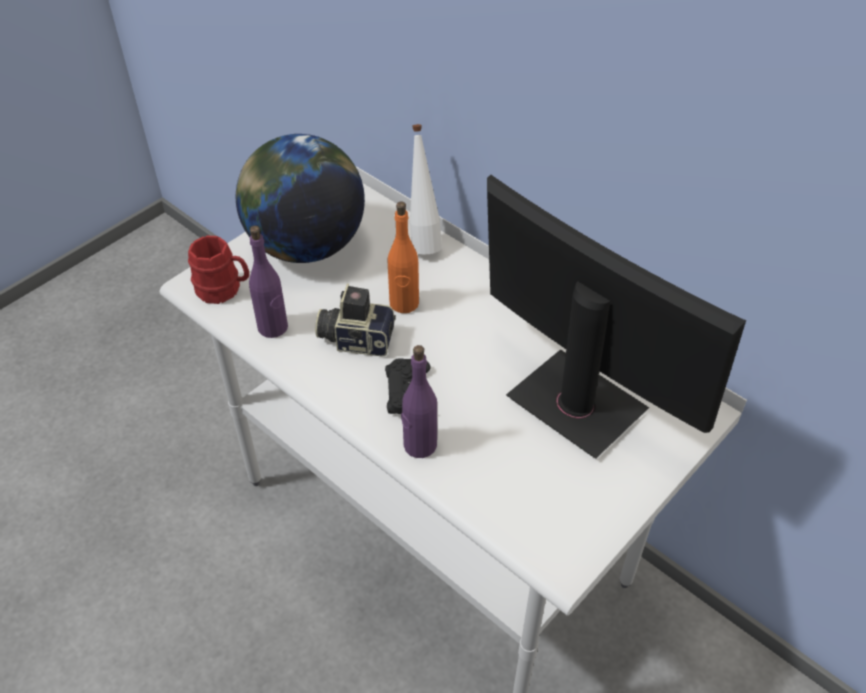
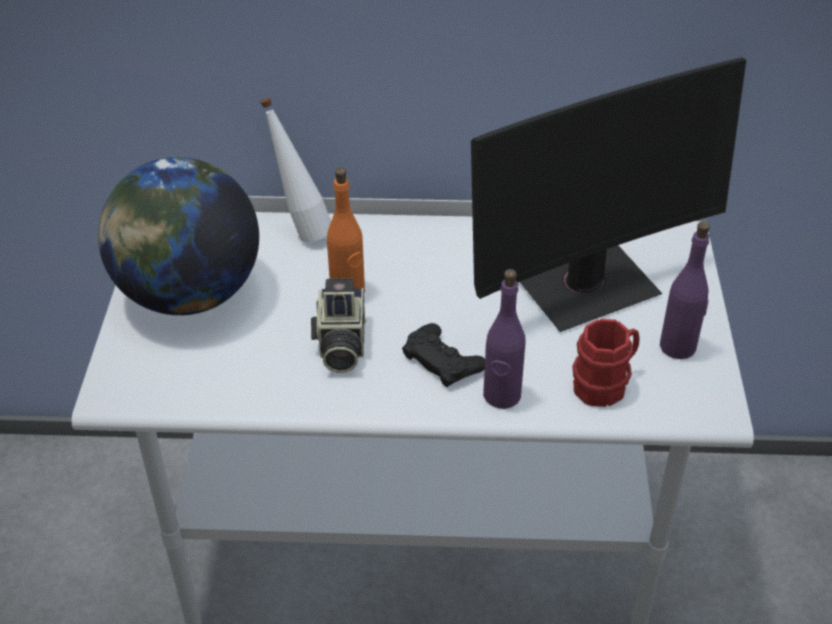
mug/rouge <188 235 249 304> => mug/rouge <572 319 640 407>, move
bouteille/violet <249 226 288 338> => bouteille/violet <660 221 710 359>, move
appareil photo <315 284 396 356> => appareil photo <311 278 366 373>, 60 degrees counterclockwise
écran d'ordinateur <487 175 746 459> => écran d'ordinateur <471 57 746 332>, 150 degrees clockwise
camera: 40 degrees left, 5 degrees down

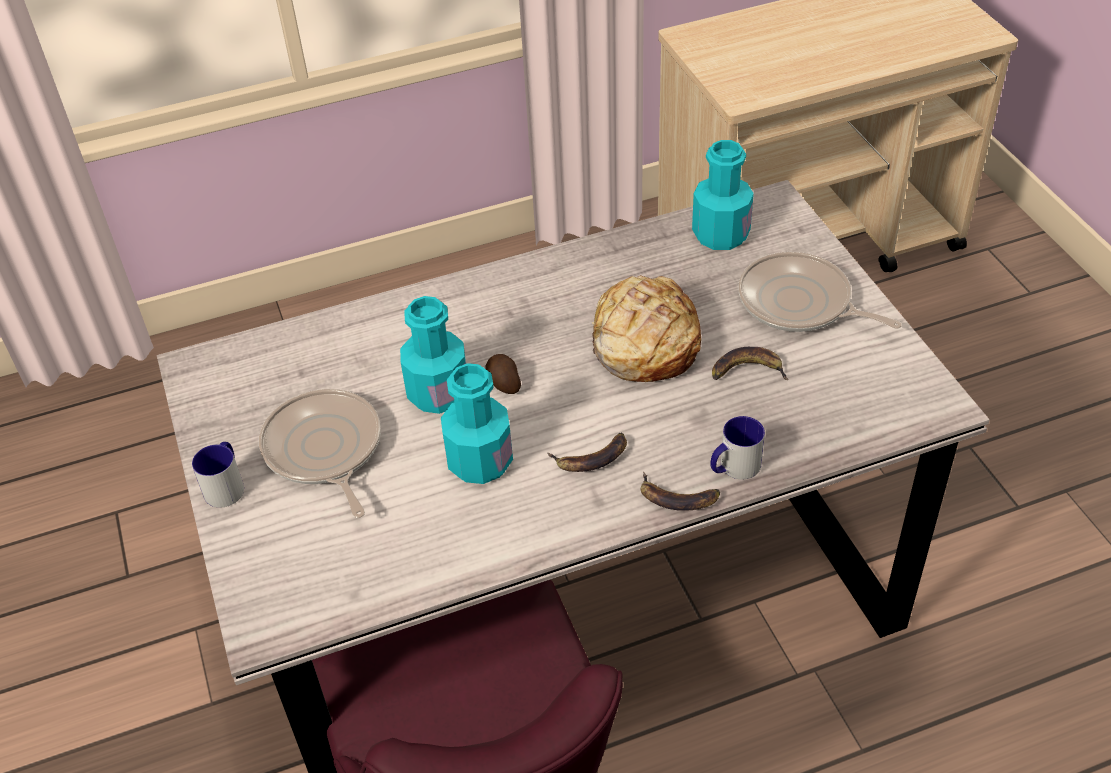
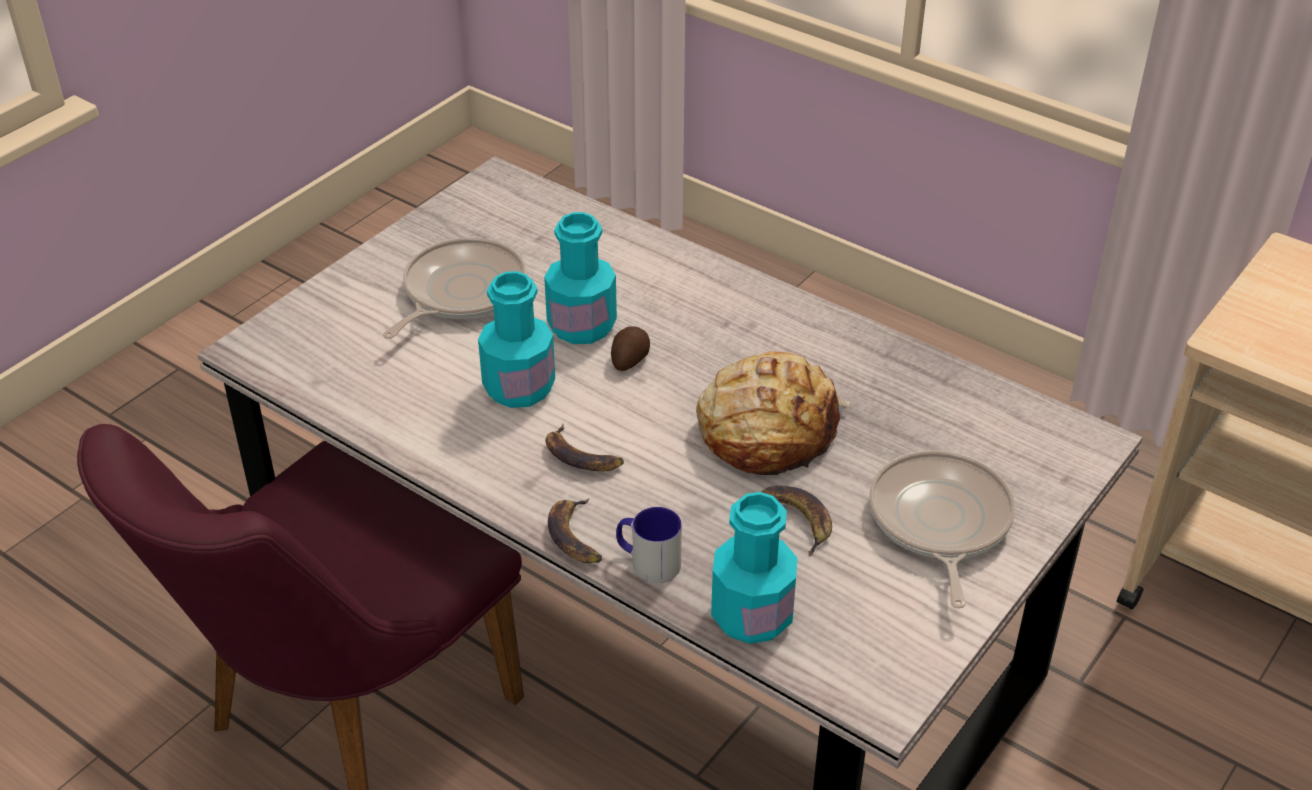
mug <192 442 244 508> => nothing
bouteille/turquoise <692 140 754 250> => bouteille/turquoise <711 492 798 644>, move
camera: 55 degrees right, 5 degrees down

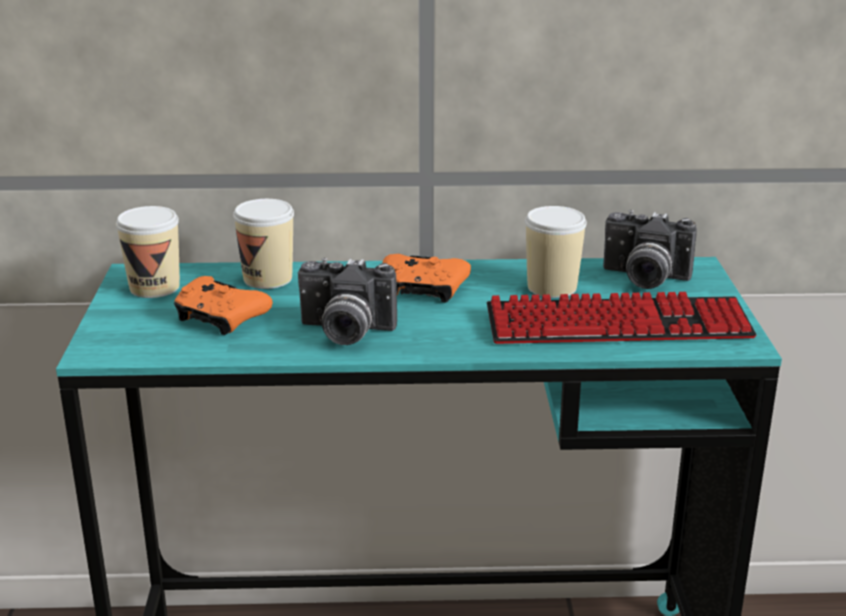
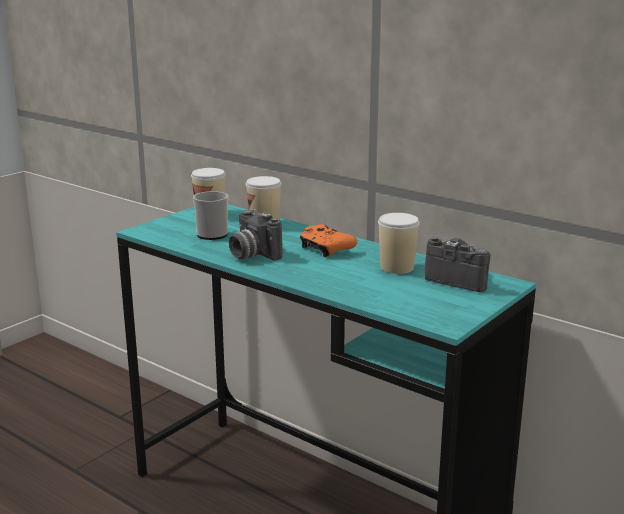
clavier <487 292 757 344> => nothing
manette/orange <174 276 273 335> => mug <193 191 228 240>
appareil photo <603 210 697 289> => appareil photo <425 237 491 292>, 150 degrees clockwise
camera: 40 degrees right, 5 degrees down

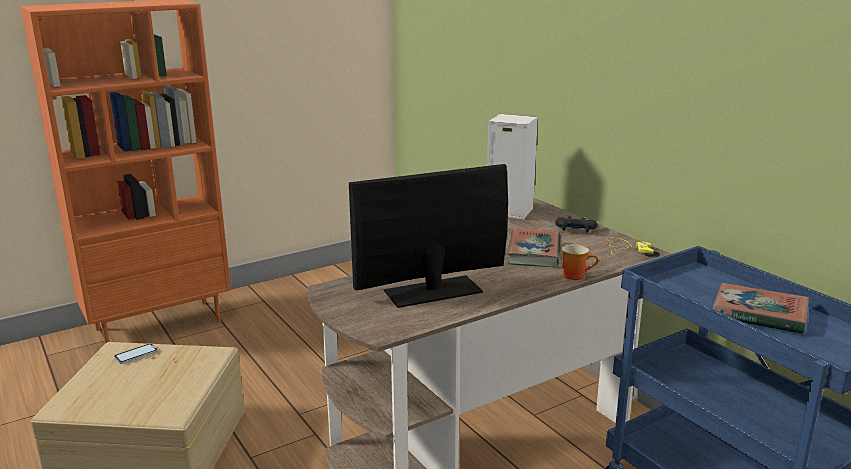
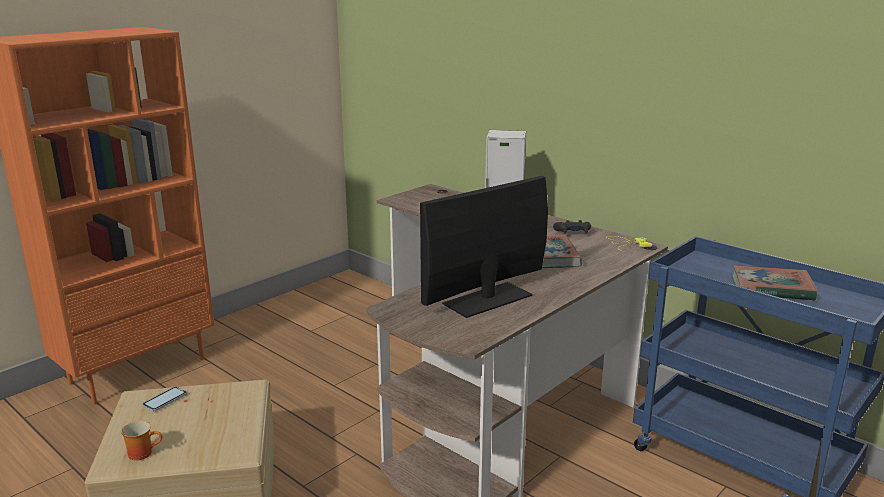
mug <562 244 599 280> => mug <121 420 162 460>, move
camera: 15 degrees left, 0 degrees up

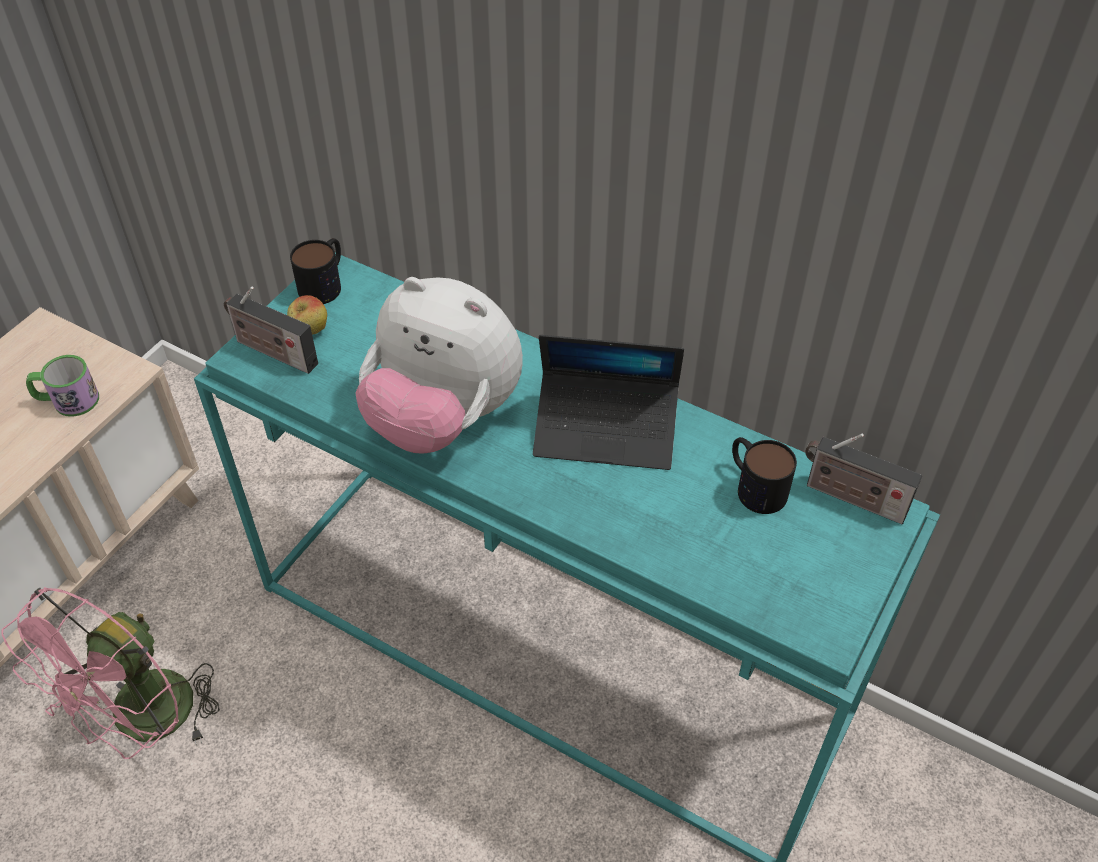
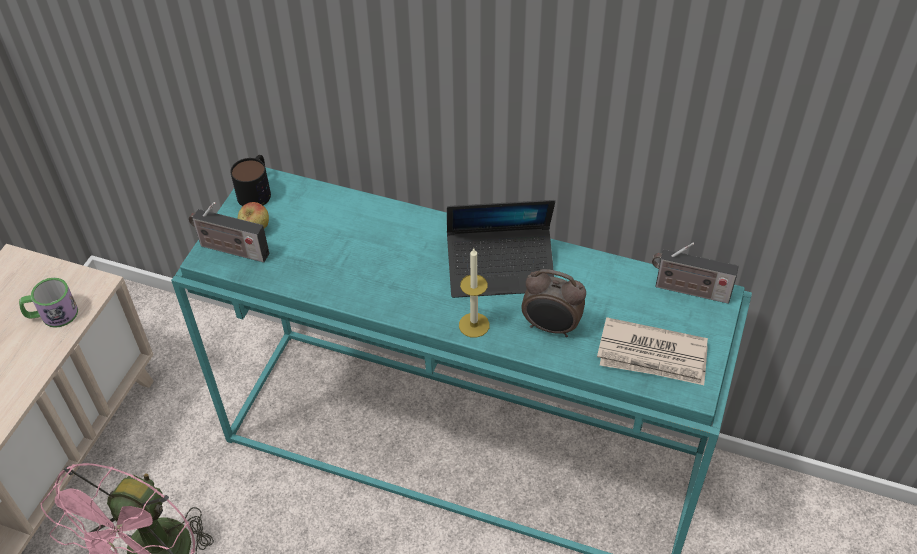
peluche <355 277 523 454> => nothing
mug <732 437 797 514> => nothing
nothing => bougie <459 248 490 338>
nothing => réveil <521 269 586 337>
nothing => journal <597 317 708 385>
camera: 10 degrees left, 0 degrees up

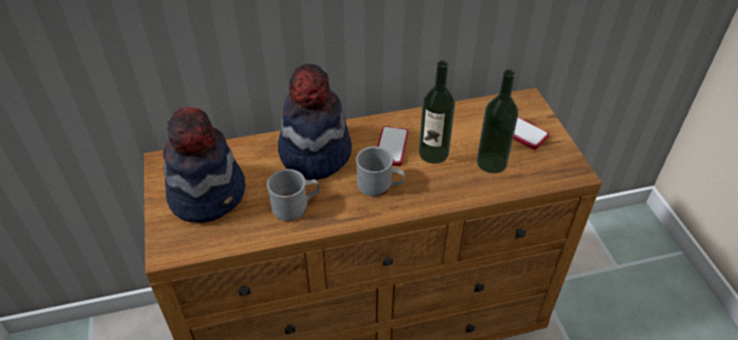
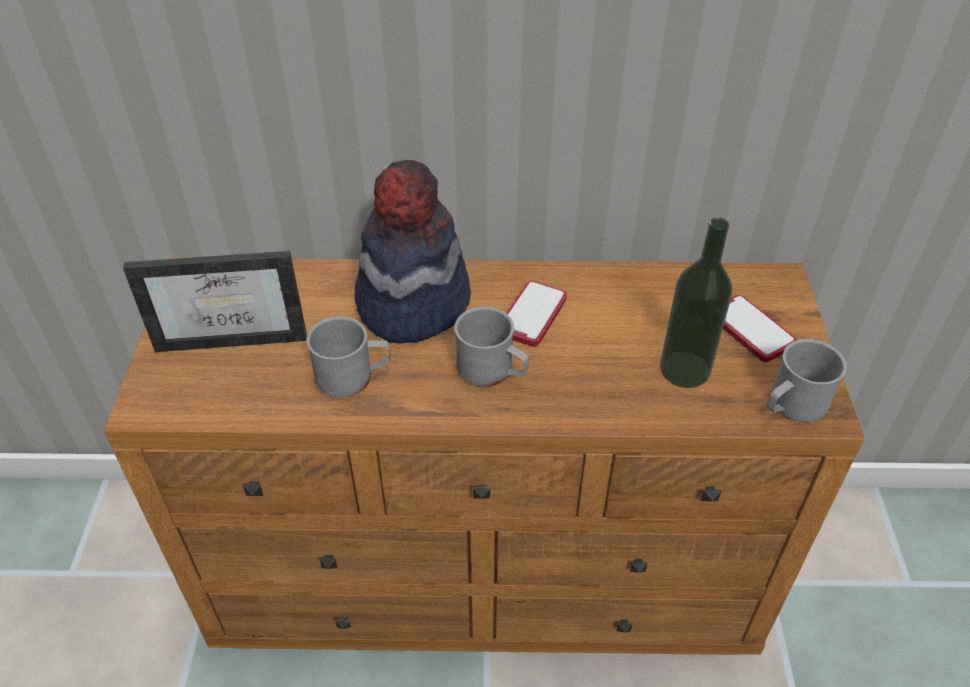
bouteille <419 61 455 164> => nothing
nothing => mug/gris <767 339 847 422>
chapeau <163 107 245 223> => cadre photo <123 251 307 352>
camera: 15 degrees right, 0 degrees up

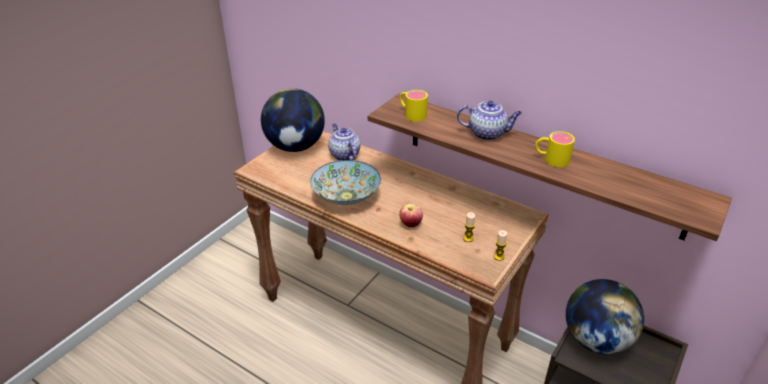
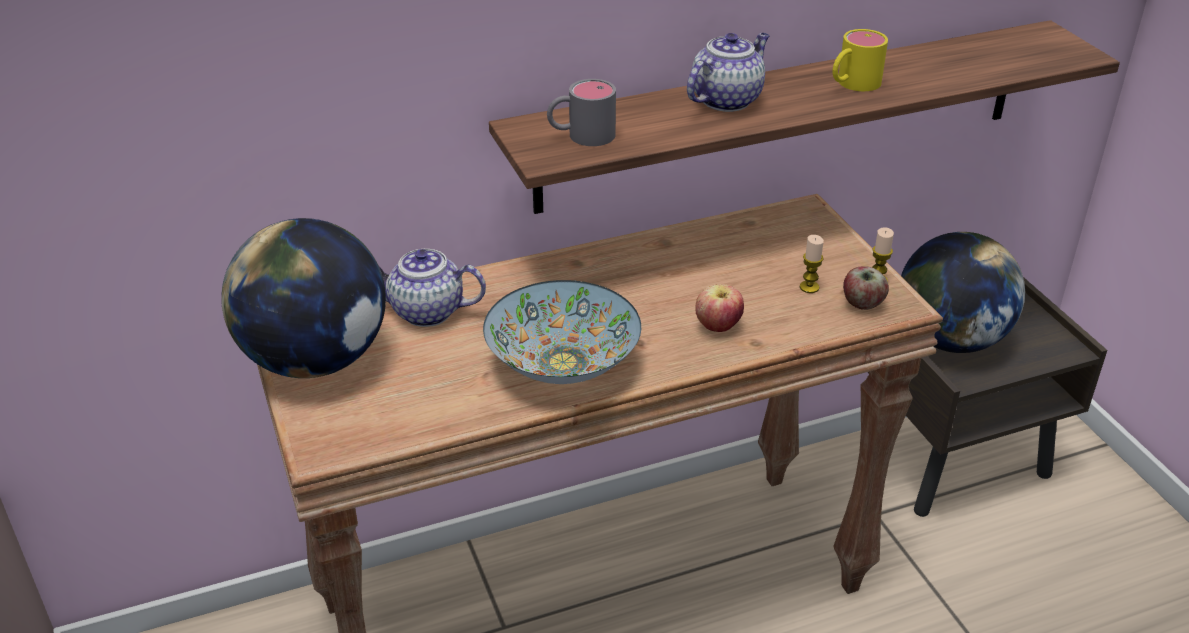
nothing => pomme <843 266 889 310>
mug/jaune <400 90 428 122> => mug/gris <547 79 616 146>
camera: 55 degrees left, 0 degrees up

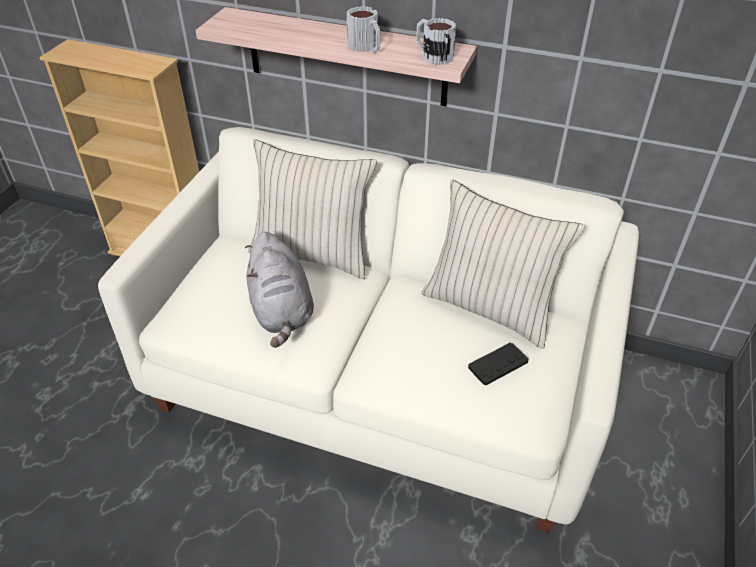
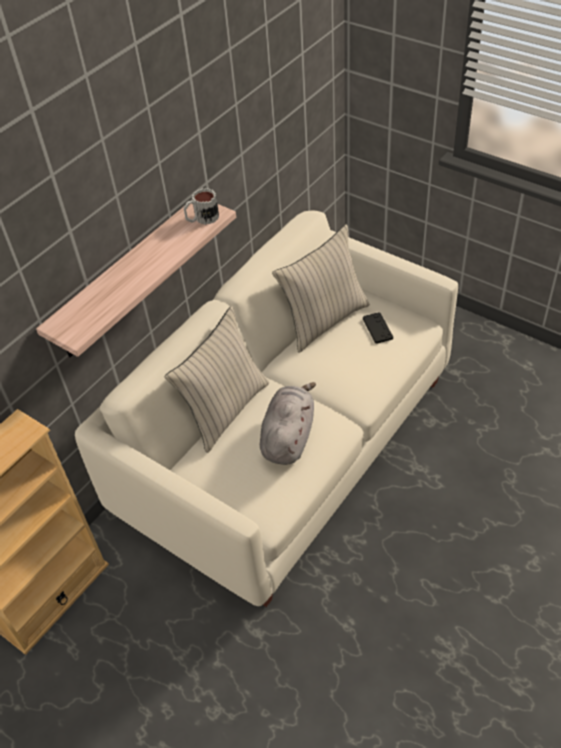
mug <347 6 380 52> => nothing
peluche/gris <245 232 314 348> => peluche/gris <260 382 316 465>, 75 degrees counterclockwise
camera: 70 degrees left, 5 degrees up

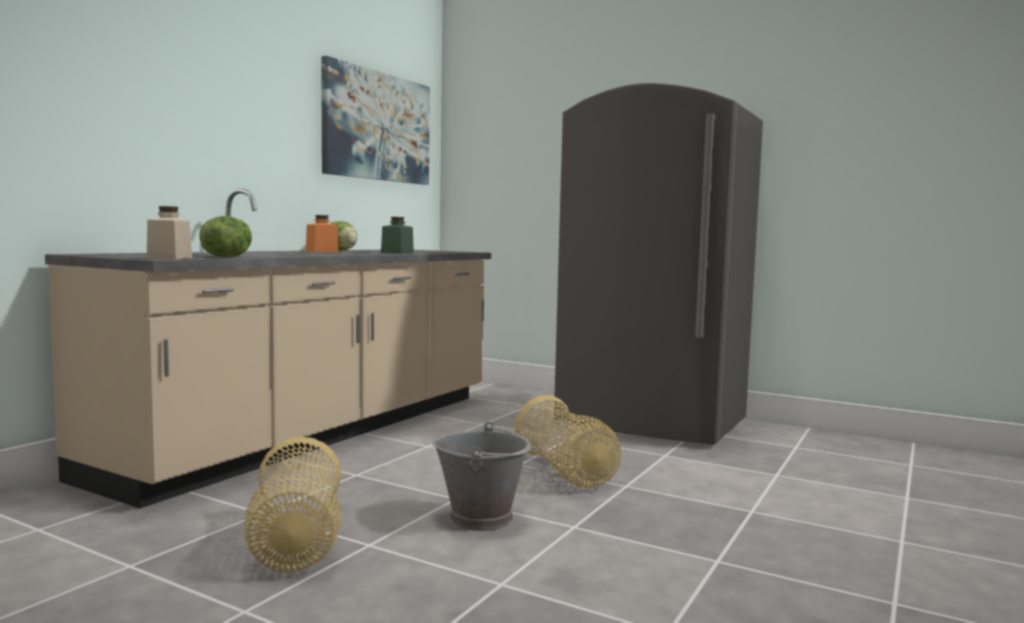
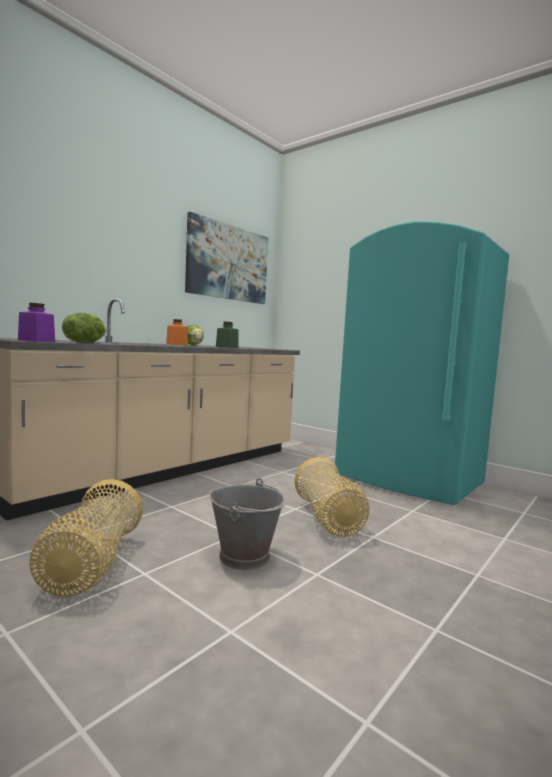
bocal/beige <147 206 192 259> => bocal/violet <18 303 55 342>
réfrigérateur/gris <554 83 763 445> => réfrigérateur/turquoise <335 221 509 505>
camera: 10 degrees right, 0 degrees up

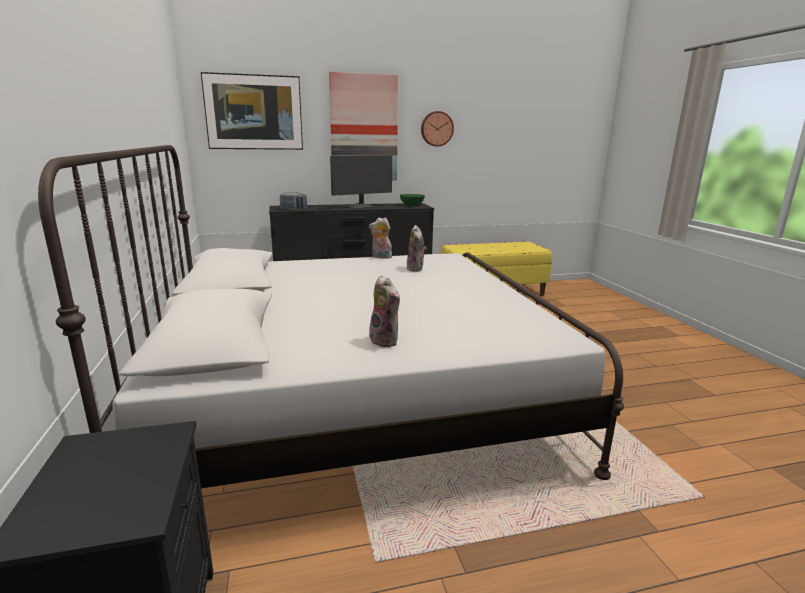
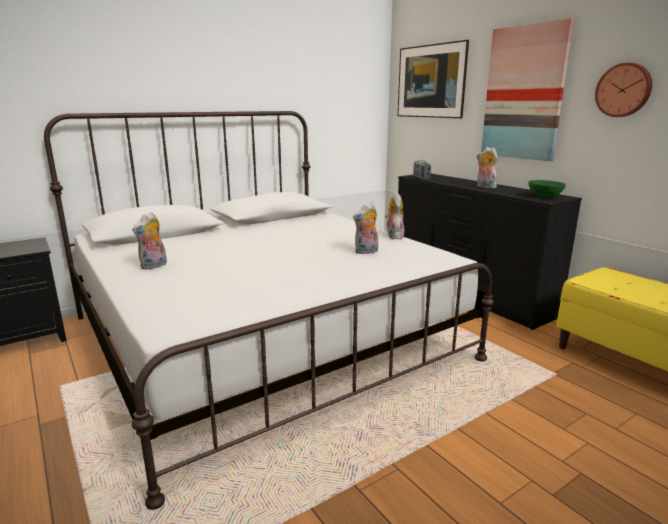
écran d'ordinateur <330 155 392 209> => peluche <476 147 498 188>
camera: 70 degrees right, 0 degrees up

